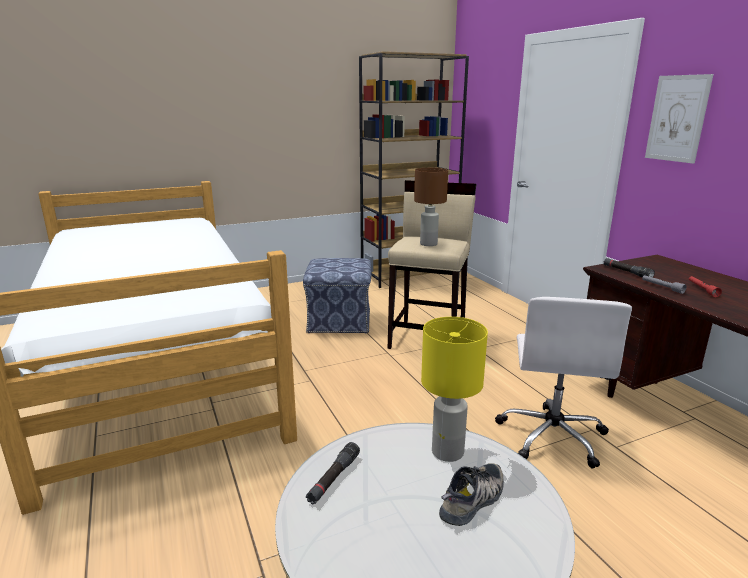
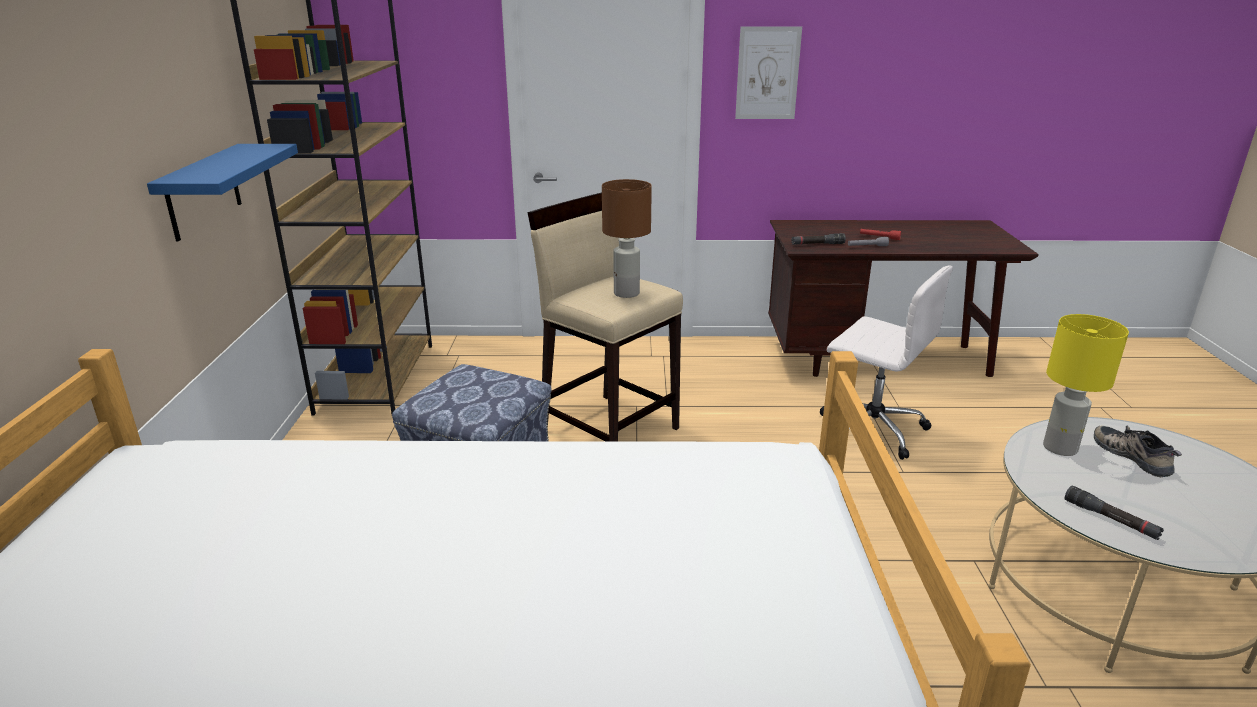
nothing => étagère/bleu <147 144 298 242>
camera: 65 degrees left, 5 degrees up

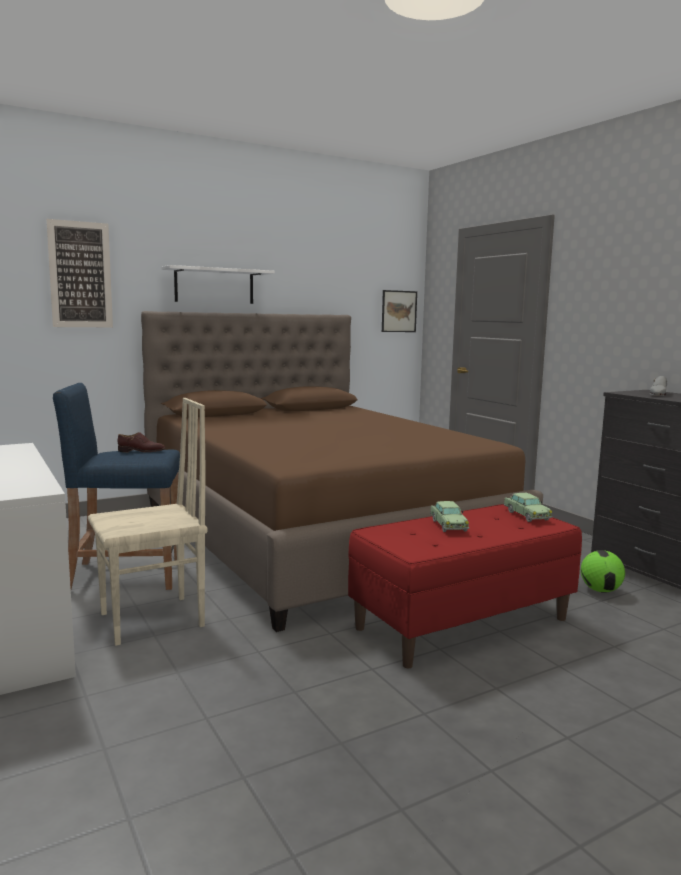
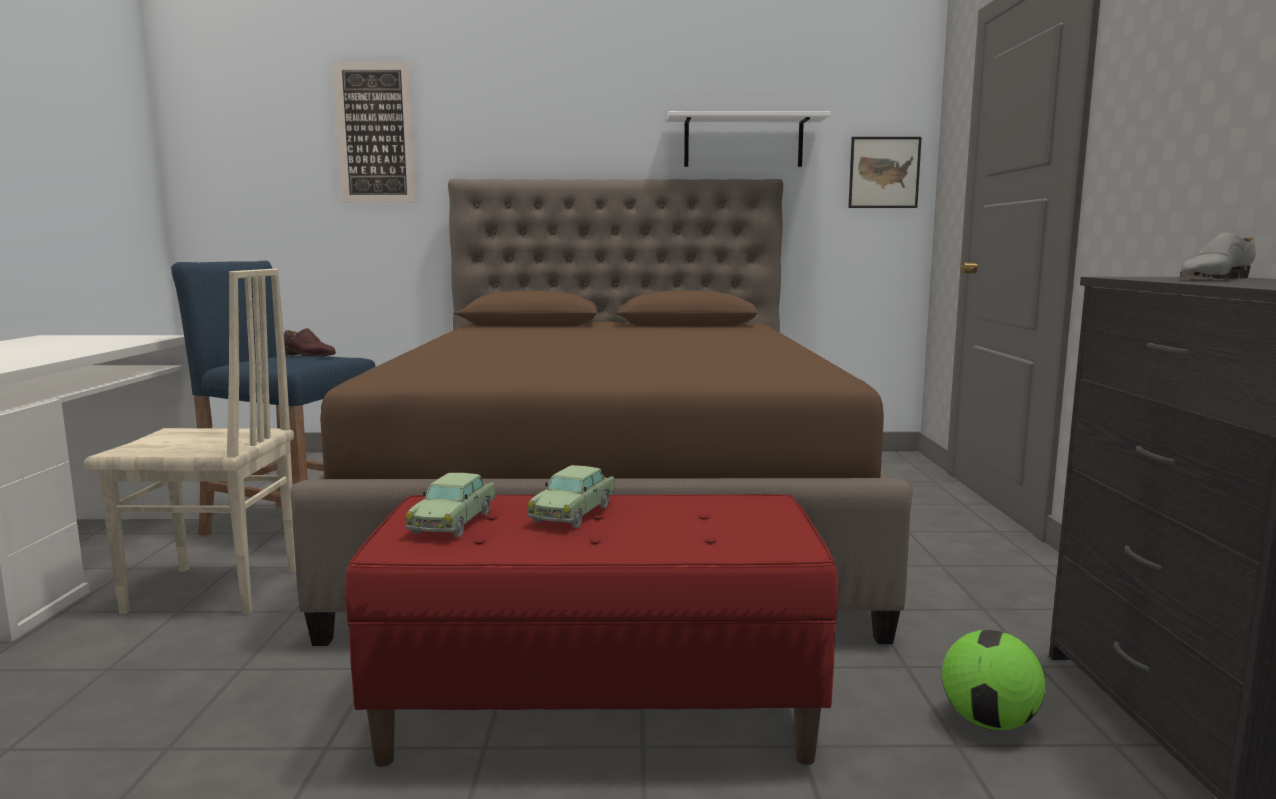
étagère/blanc <161 265 275 304> => étagère/blanc <667 111 831 167>, move
petite voiture <504 493 552 522> => petite voiture <405 473 495 537>, move
camera: 30 degrees right, 0 degrees up

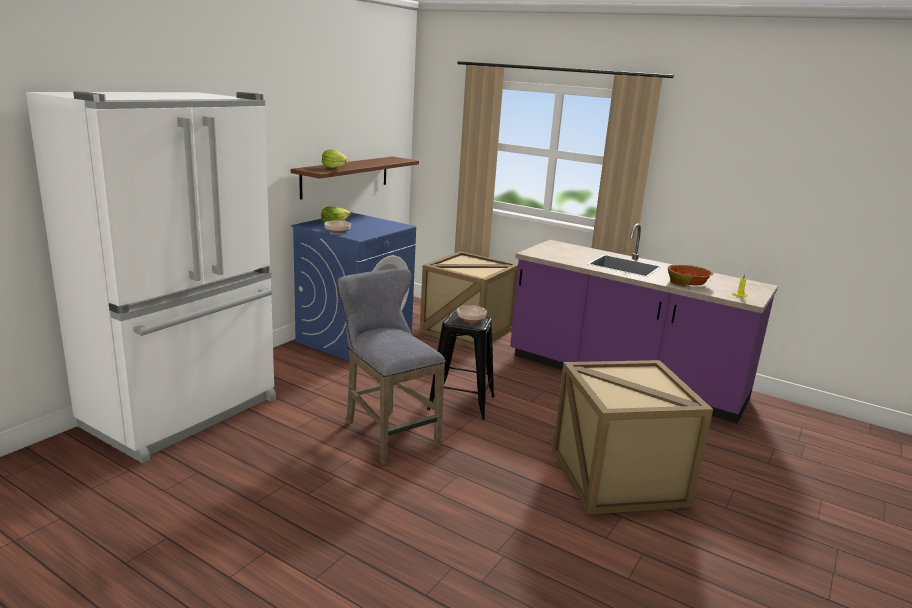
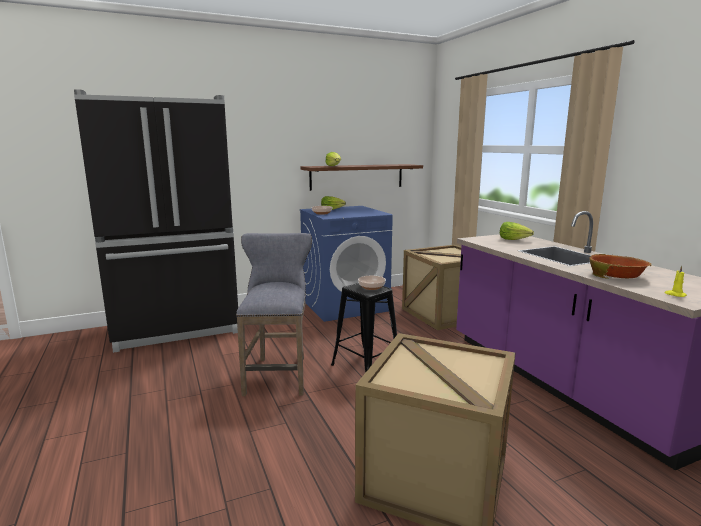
nothing => laitue <500 222 534 240>
réfrigérateur/blanc <26 91 276 463> => réfrigérateur/noir <74 89 238 353>
camera: 35 degrees right, 5 degrees down

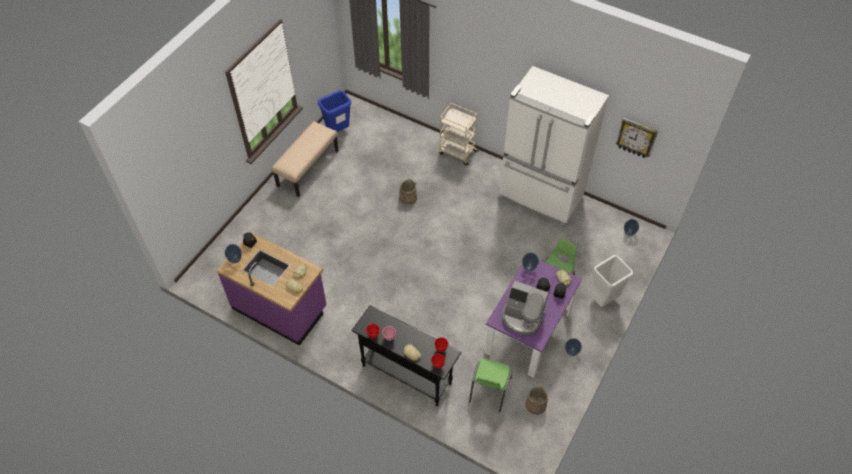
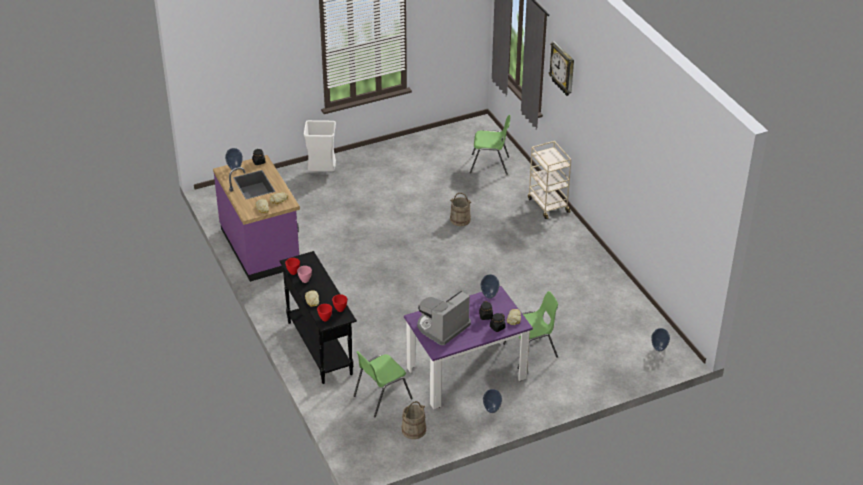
banc/beige <271 121 339 197> => nothing
poubelle/bleu <318 90 352 132> => nothing
réfrigérateur/blanc <499 66 609 228> => nothing
nothing => chaise/vert <470 115 511 175>
poubelle/blanc <590 255 633 307> => poubelle/blanc <303 120 336 172>, move
horloge murale <616 117 658 158> => horloge murale <549 41 574 96>, move
machine à café <502 281 548 335> => machine à café <417 291 471 345>, 75 degrees clockwise
camera: 35 degrees right, 15 degrees down

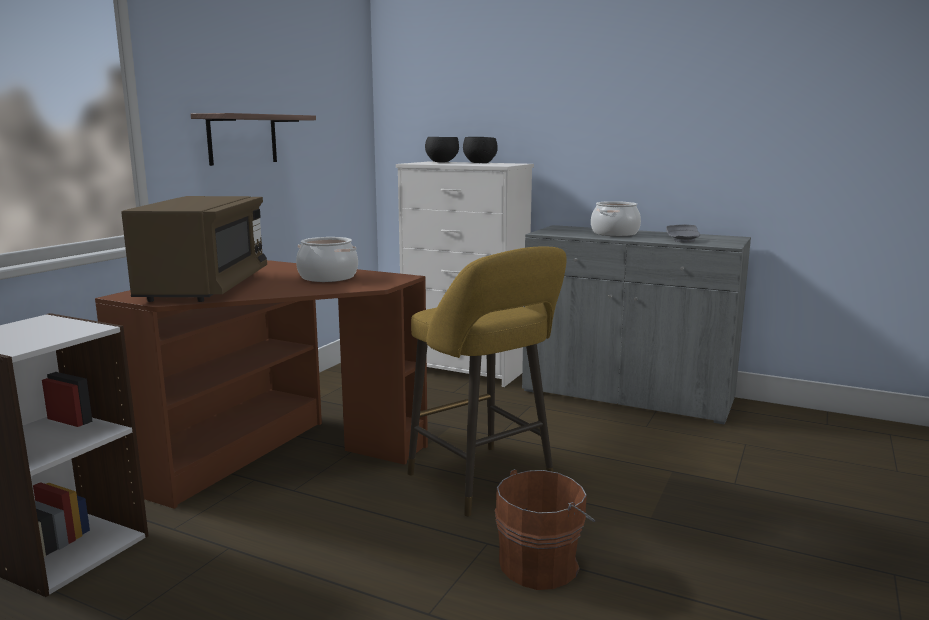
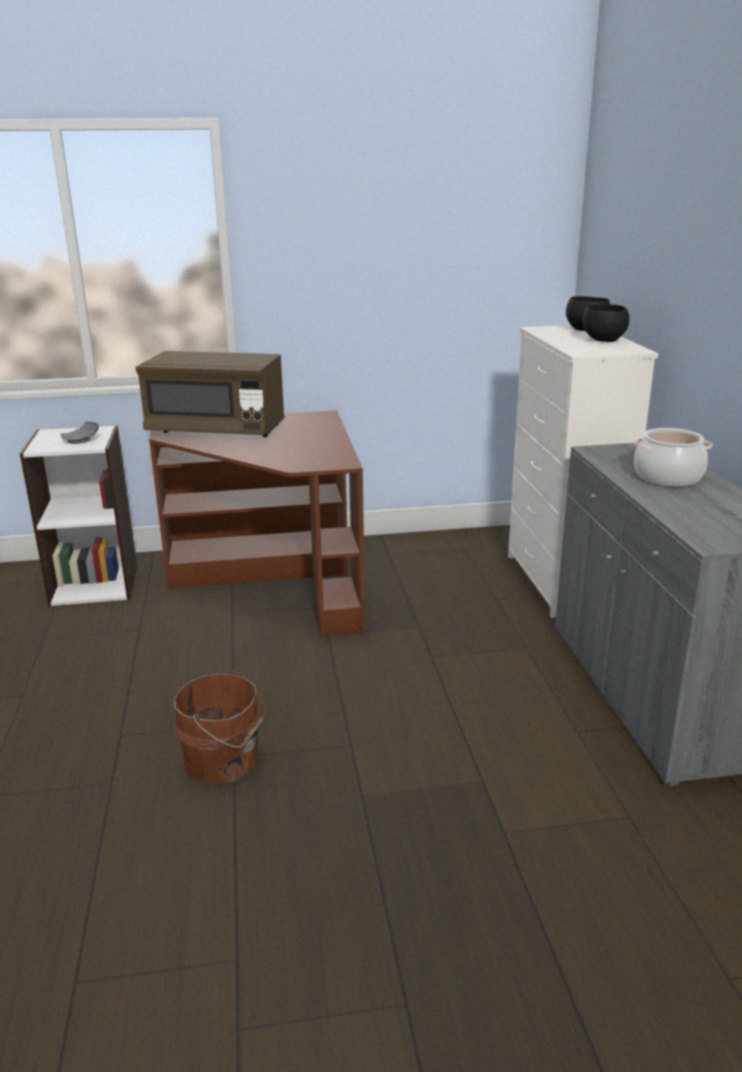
étagère <191 113 316 166> => nothing
marmite <296 237 358 282> => nothing
tabouret/jaune <407 247 567 516> => nothing
assiette/gris <666 225 700 243> => assiette/gris <60 421 99 444>, move
micro-ondes/marron <121 196 267 302> => micro-ondes/marron <136 351 285 437>, 45 degrees clockwise
camera: 55 degrees right, 10 degrees up

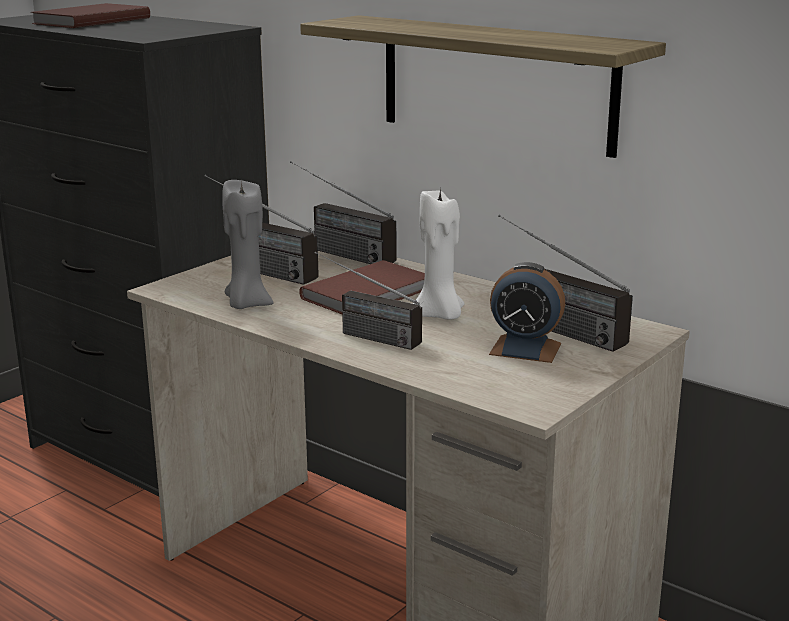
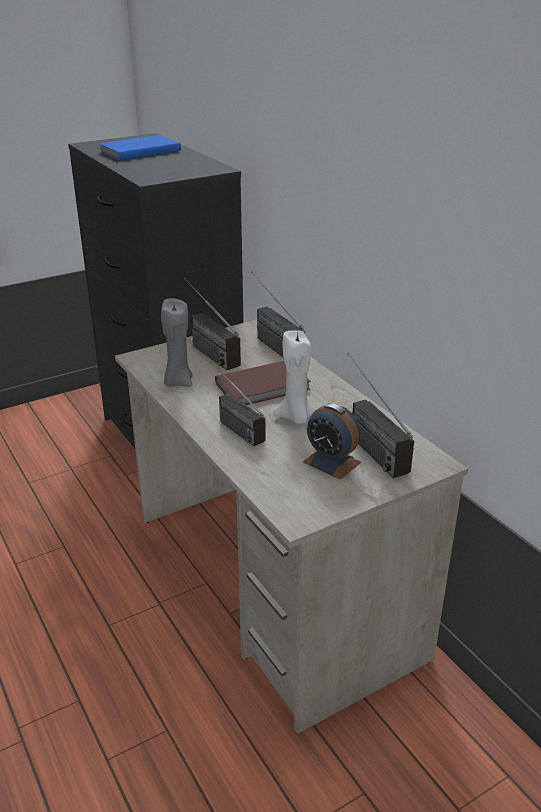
étagère <300 15 666 158> => nothing
livre/marron <31 3 150 28> => livre/bleu <100 135 181 160>
camera: 20 degrees right, 10 degrees up

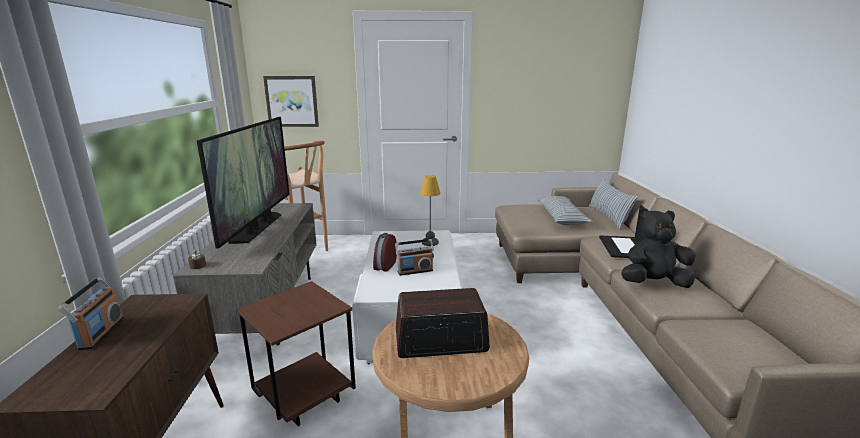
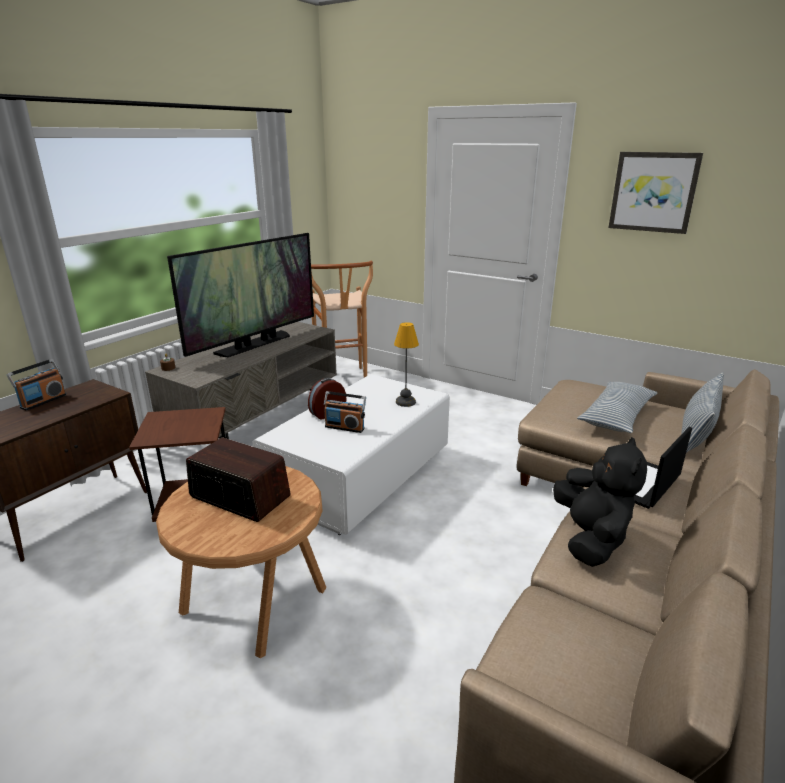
tableau <263 76 319 127> => tableau <608 152 703 234>, move
peluche/noir <621 208 696 288> => peluche/noir <553 437 647 567>, 60 degrees clockwise
camera: 35 degrees right, 5 degrees up

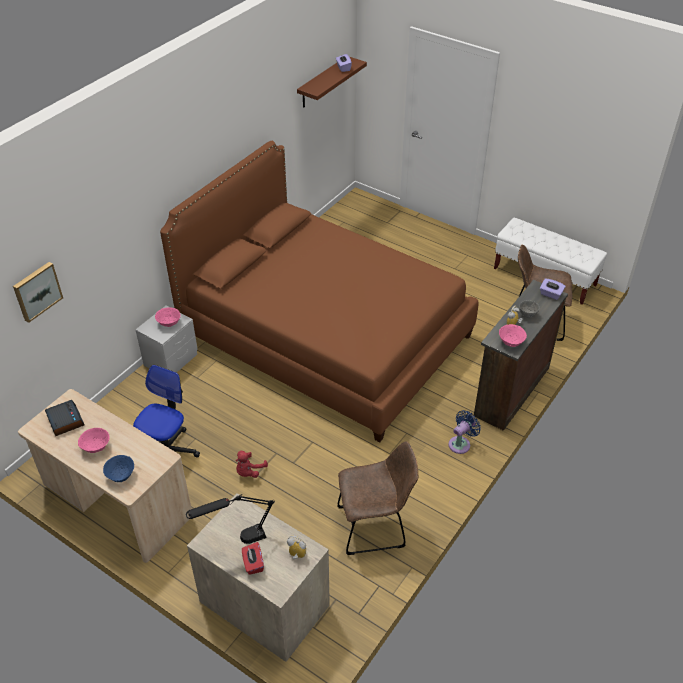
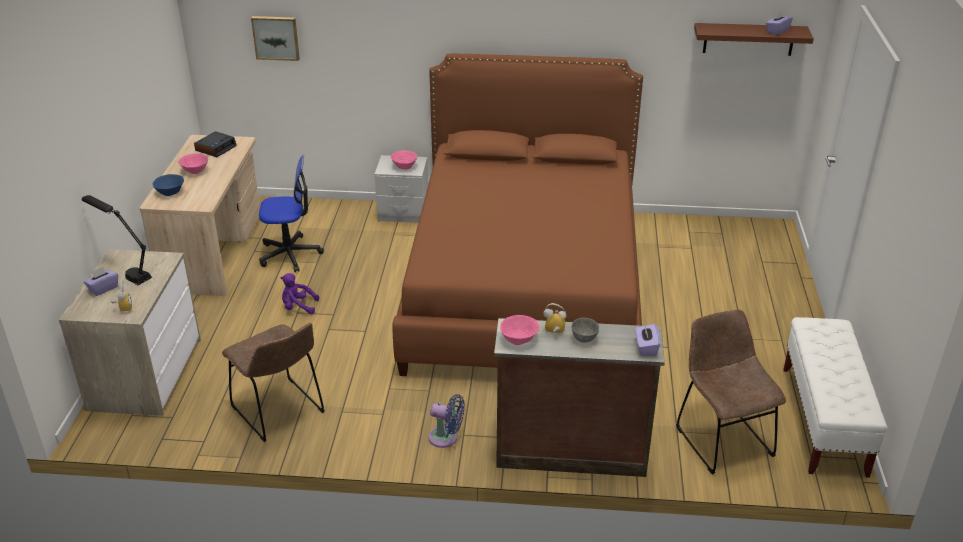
peluche/rouge <236 451 268 478> => peluche/violet <281 273 319 314>
boîte à mouchoirs/rouge <242 542 264 575> => boîte à mouchoirs/violet <84 267 118 296>
camera: 60 degrees right, 10 degrees down

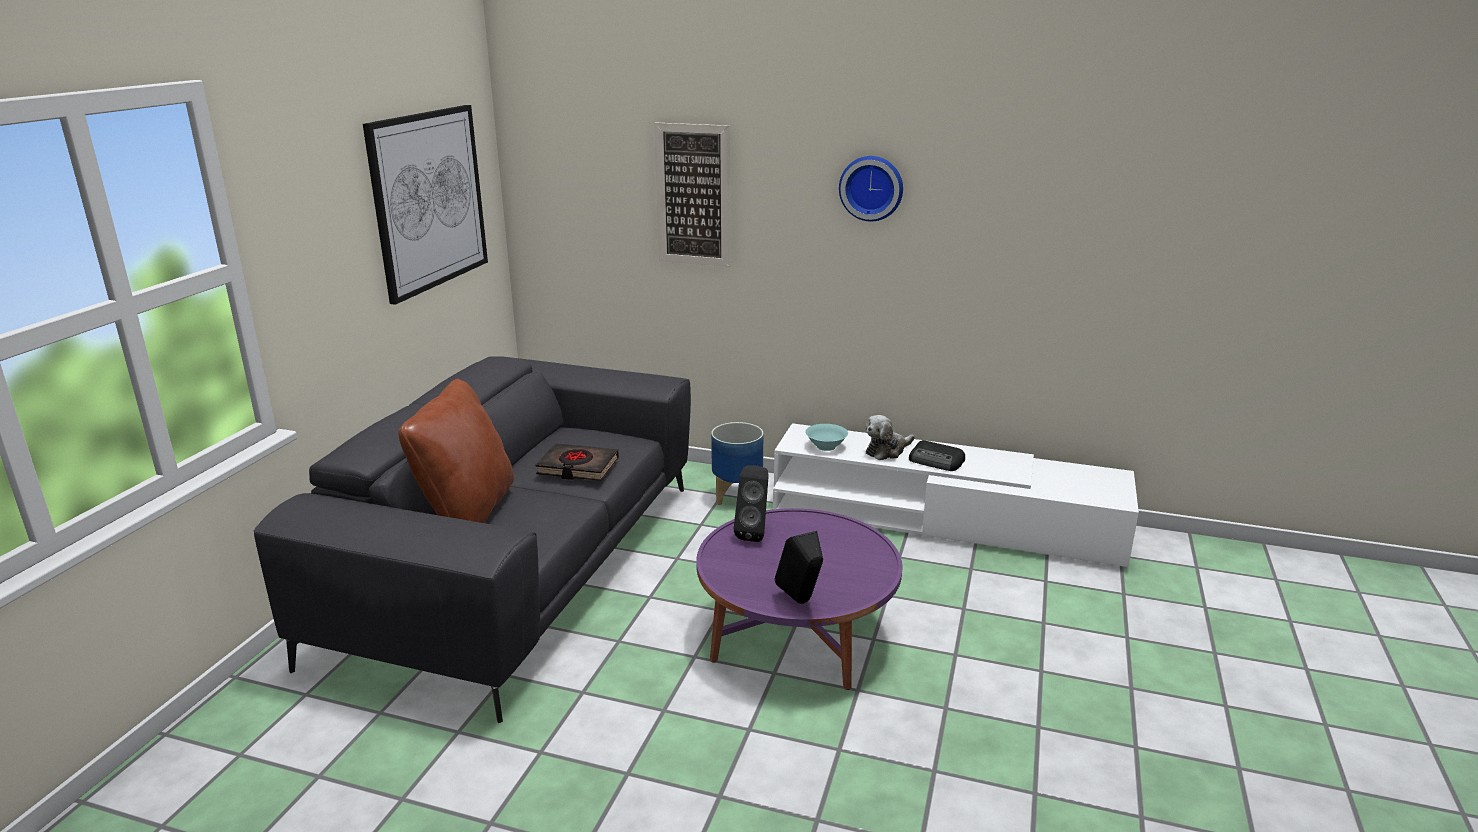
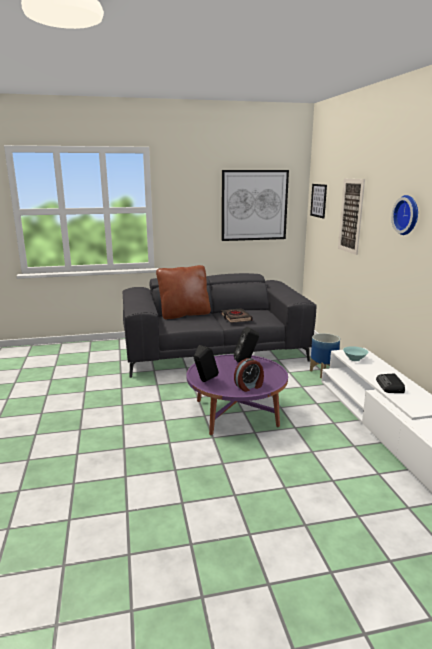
peluche <866 415 914 460> => nothing
nothing => réveil <234 358 264 392>
nothing => tableau <310 184 327 219>
camera: 60 degrees right, 5 degrees down

